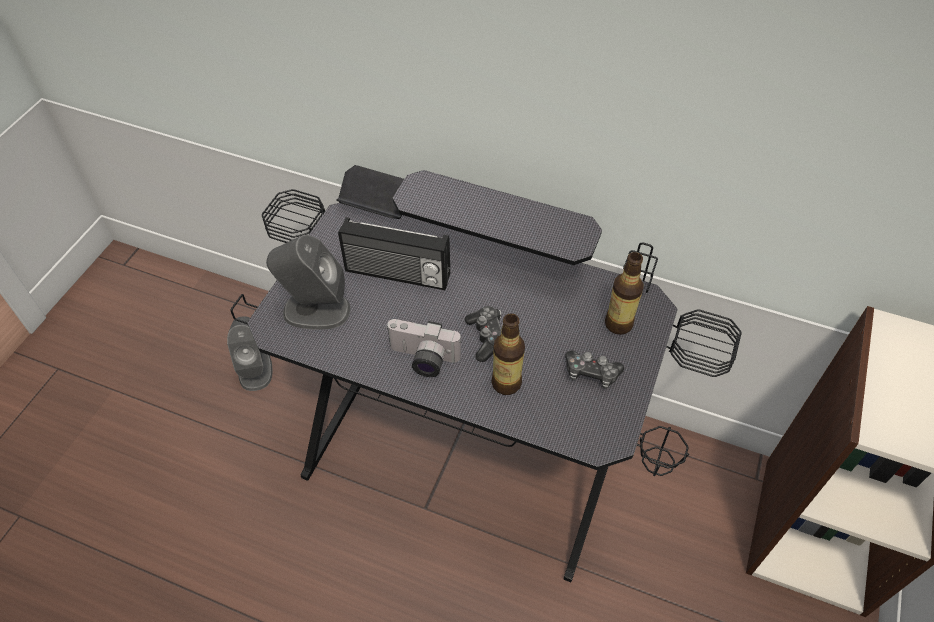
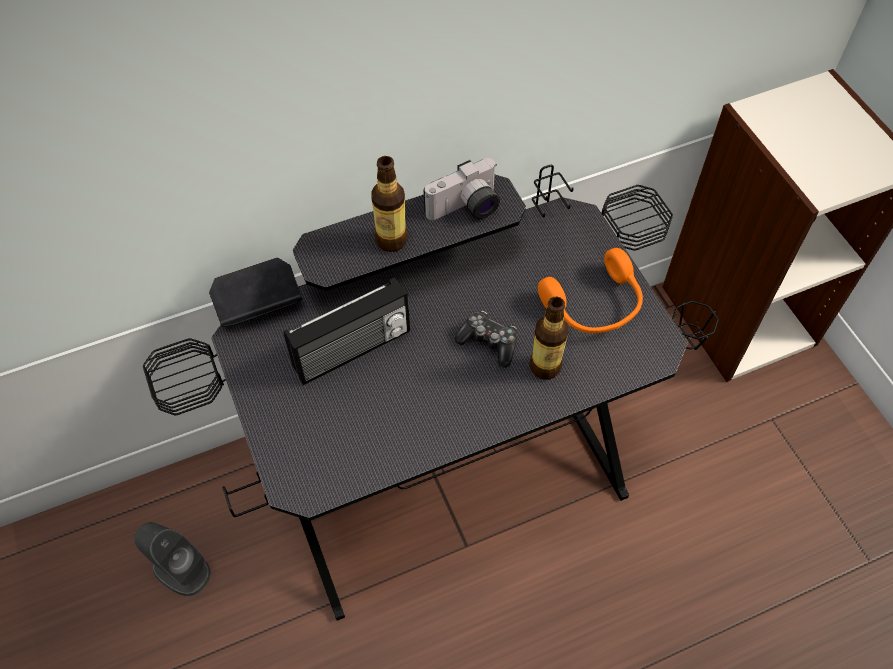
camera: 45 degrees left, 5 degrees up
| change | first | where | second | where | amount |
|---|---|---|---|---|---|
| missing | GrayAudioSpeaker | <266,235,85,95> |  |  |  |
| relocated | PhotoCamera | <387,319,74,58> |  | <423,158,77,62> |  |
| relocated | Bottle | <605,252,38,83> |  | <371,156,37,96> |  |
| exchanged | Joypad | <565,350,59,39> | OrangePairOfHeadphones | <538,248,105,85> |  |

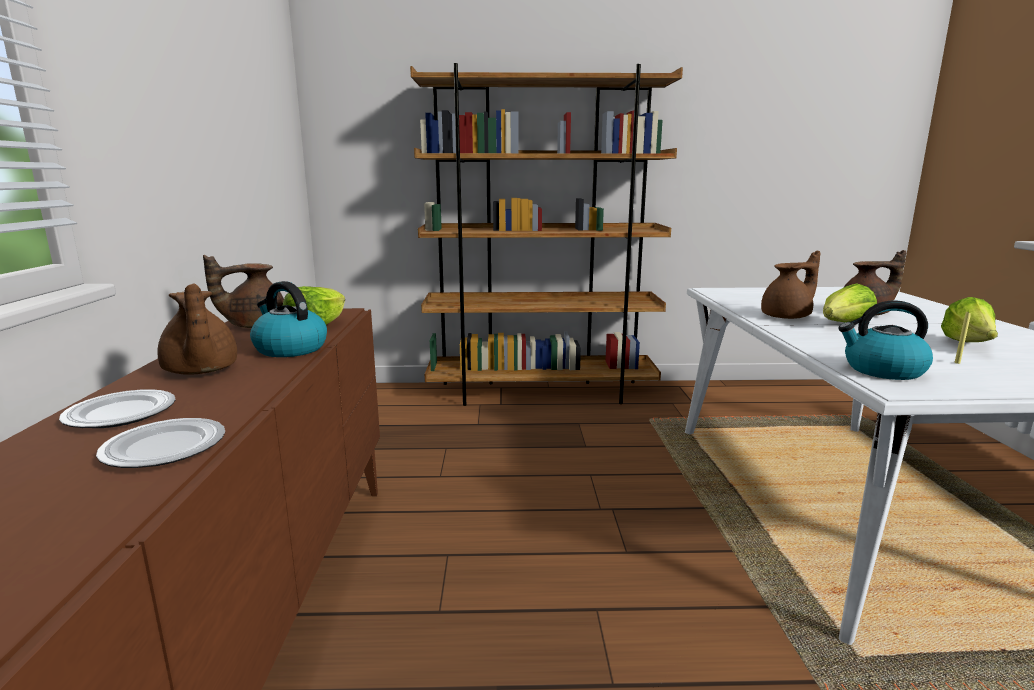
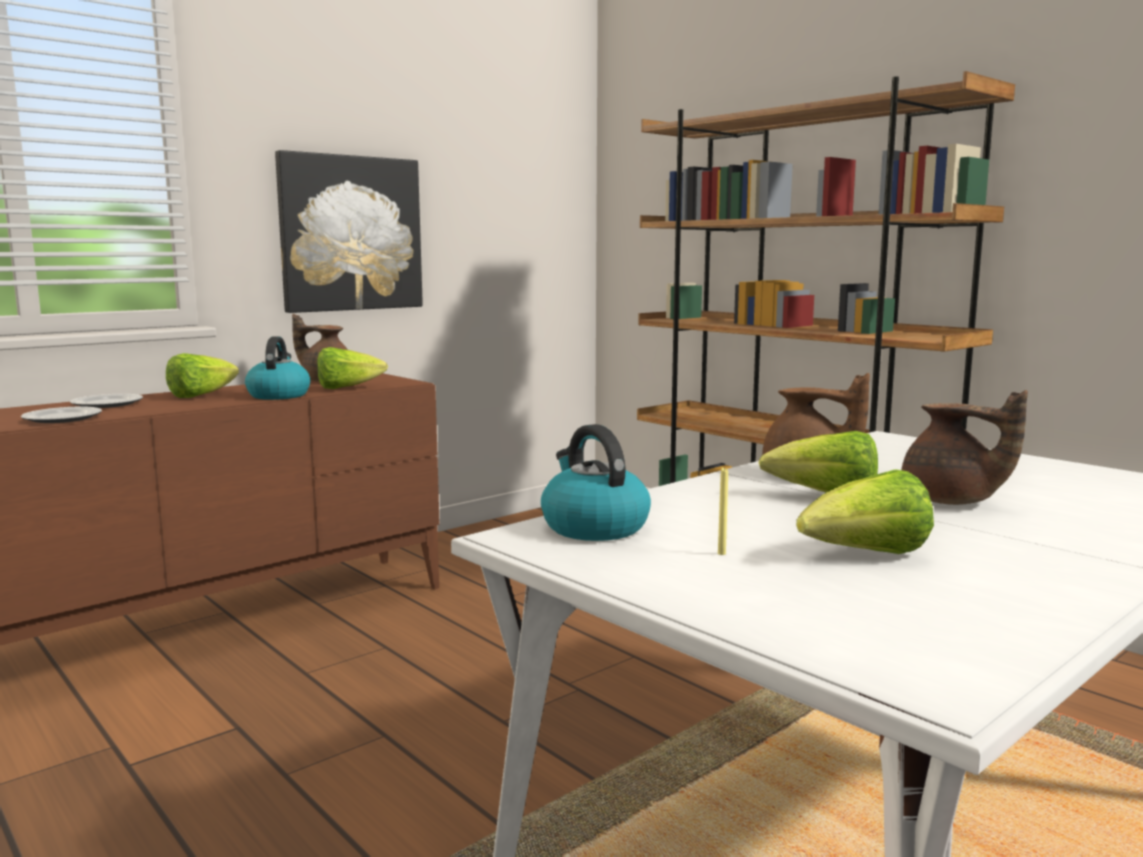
camera: 50 degrees right, 5 degrees down
| change | first | where | second | where | amount |
|---|---|---|---|---|---|
| appeared |  |  | Picture | <275,150,148,163> |  |
| exchanged | BrownTeaPot | <157,283,80,92> | HeadOfLettuce | <166,353,73,45> |  |

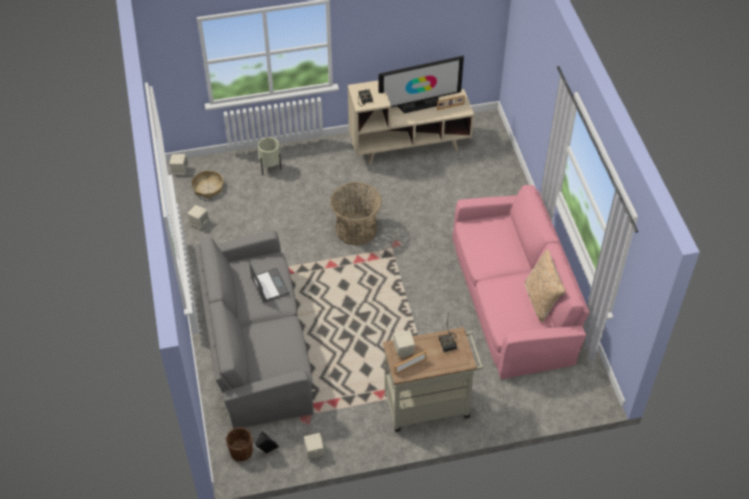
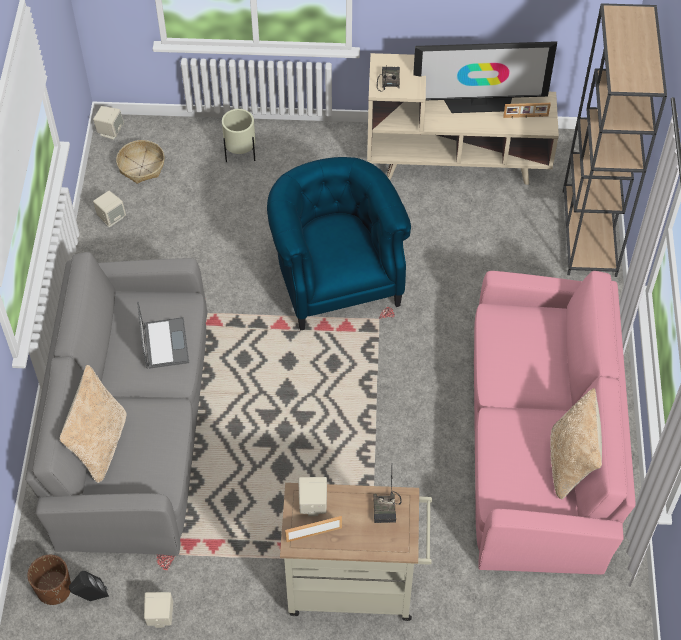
camera: 15 degrees right, 5 degrees up
| change | first | where | second | where | amount |
|---|---|---|---|---|---|
| appeared |  |  | BeigeThrowPillow | <60,365,67,118> |  |
| appeared |  |  | Bookshelf | <563,3,104,274> |  |
| exchanged | Basket | <330,182,52,64> | BlueColouredEasyChair | <267,157,144,174> |  |

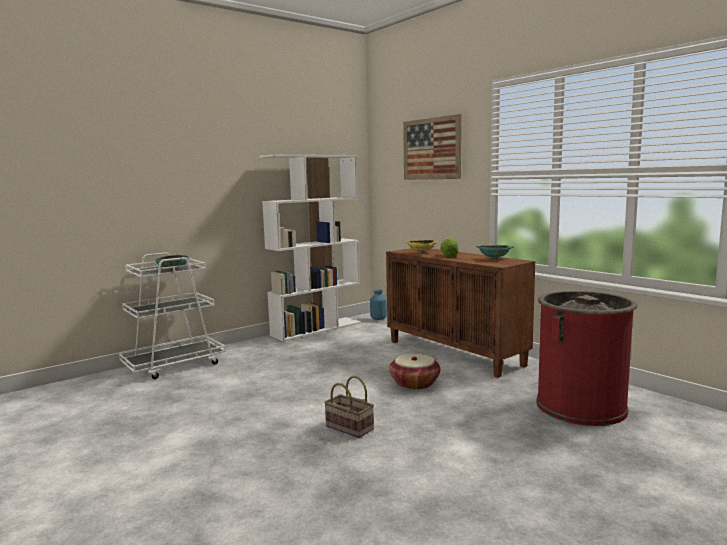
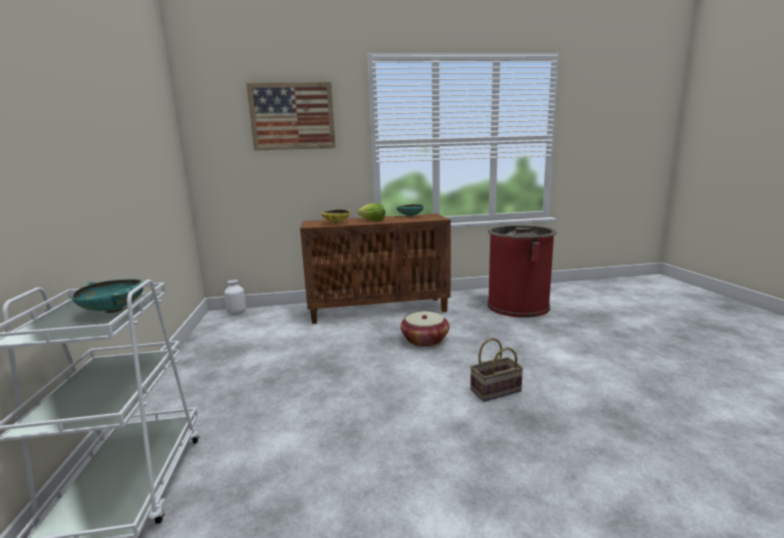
camera: 60 degrees left, 5 degrees up
| change | first | where | second | where | amount |
|---|---|---|---|---|---|
| missing | WhiteColouredBookshelf | <260,154,101,188> |  |  |  |
| colour | BlueColouredVase | <370,290,17,30> | WhiteColouredVase | <224,280,22,35> |  |

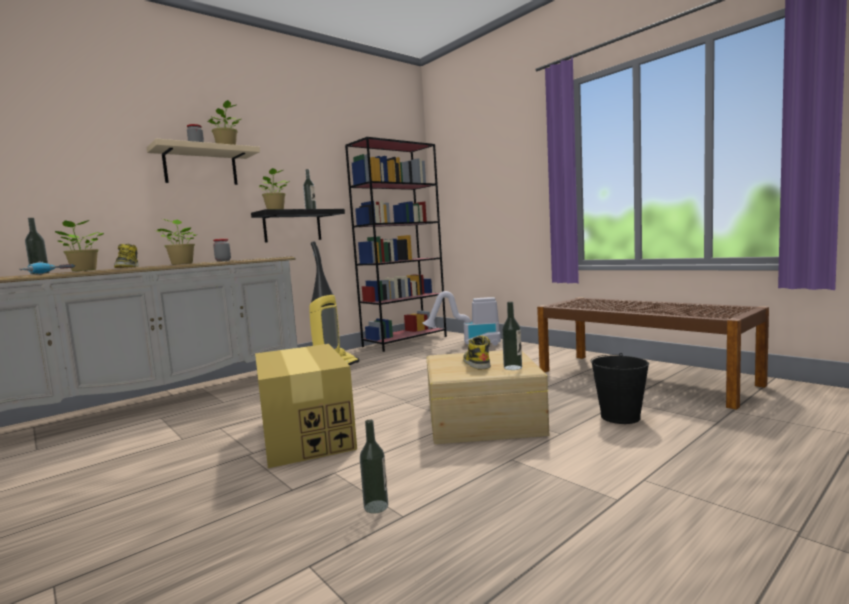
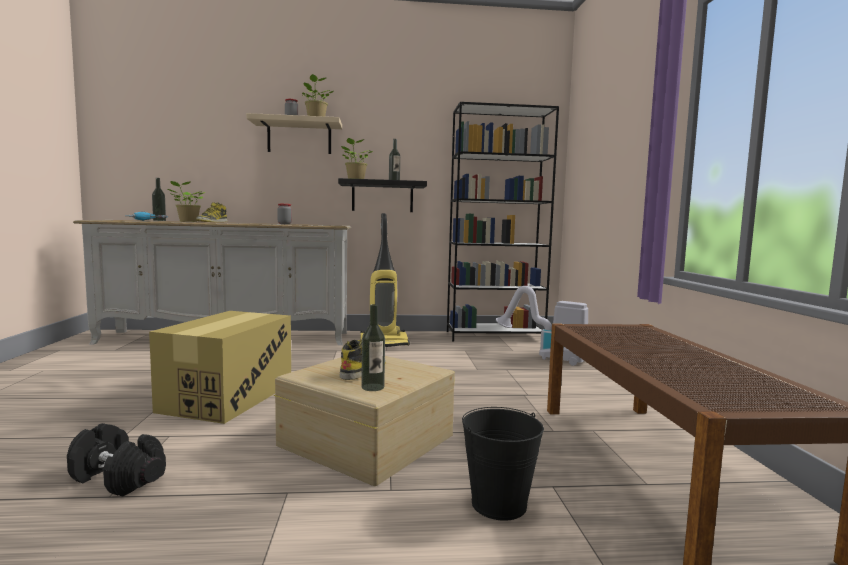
camera: 35 degrees right, 0 degrees up
| change | first | where | second | where | amount |
|---|---|---|---|---|---|
| missing | PottedPlant | <157,219,41,45> |  |  |  |
| exchanged | Bottle | <360,419,28,95> | BlackFreeWeight | <67,423,99,74> |  |
| colour | ReddishBookshelf | <345,137,102,215> | WhiteColouredBookshelf | <447,102,112,239> |  |

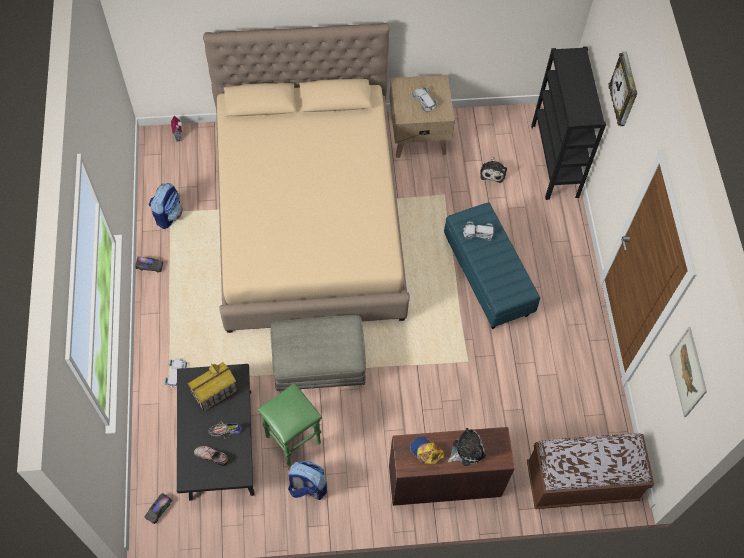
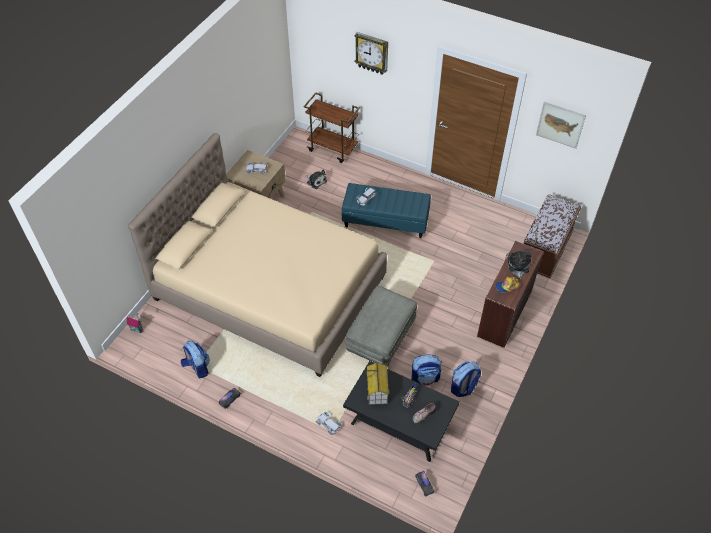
camera: 55 degrees left, 10 degrees down
| change | first | where | second | where | amount |
|---|---|---|---|---|---|
| exchanged | GreenSittingStool | <258,383,64,83> | Backpack | <411,355,31,31> |  |
| exchanged | BlackBookshelf | <531,46,75,154> | BrownTrolley | <304,92,56,71> |  |

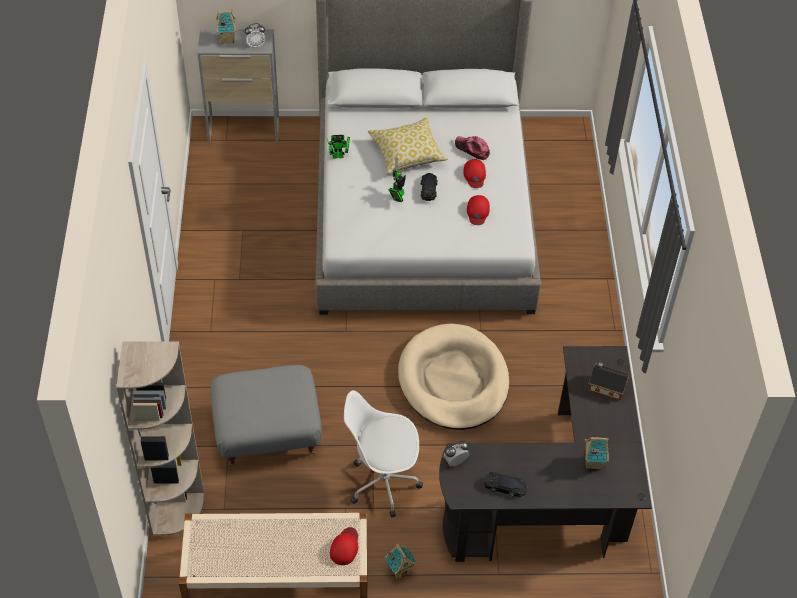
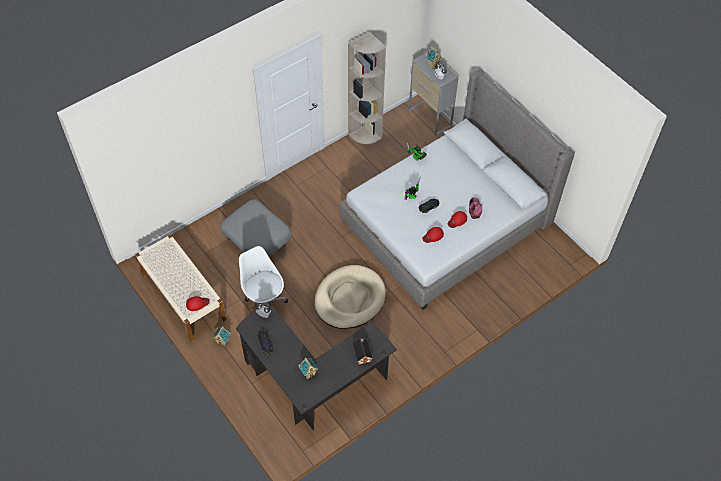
camera: 55 degrees right, 5 degrees up
| change | first | where | second | where | amount |
|---|---|---|---|---|---|
| missing | ThrowPillow | <368,117,80,57> |  |  |  |
| relocated | BeigeBookshelf | <116,341,88,194> |  | <348,32,38,112> |  |

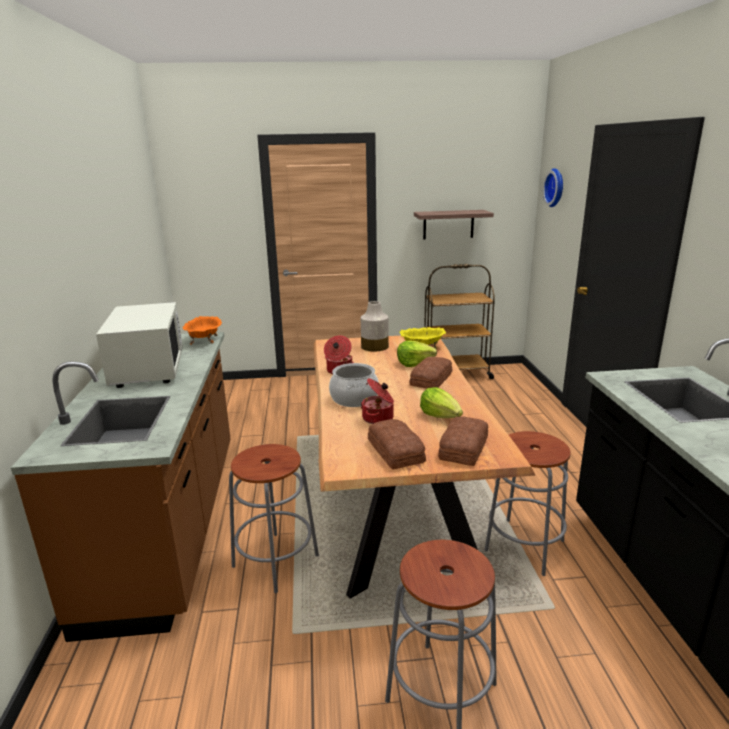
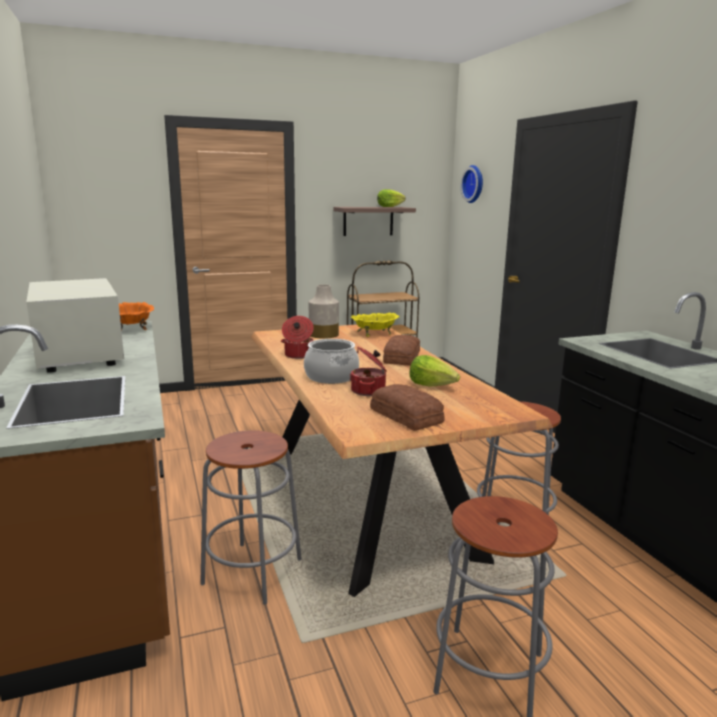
camera: 15 degrees left, 5 degrees down
| change | first | where | second | where | amount |
|---|---|---|---|---|---|
| missing | BakeryBread | <438,416,50,50> |  |  |  |
| relocated | HeadOfLettuce | <397,341,40,26> |  | <377,189,29,18> |  |

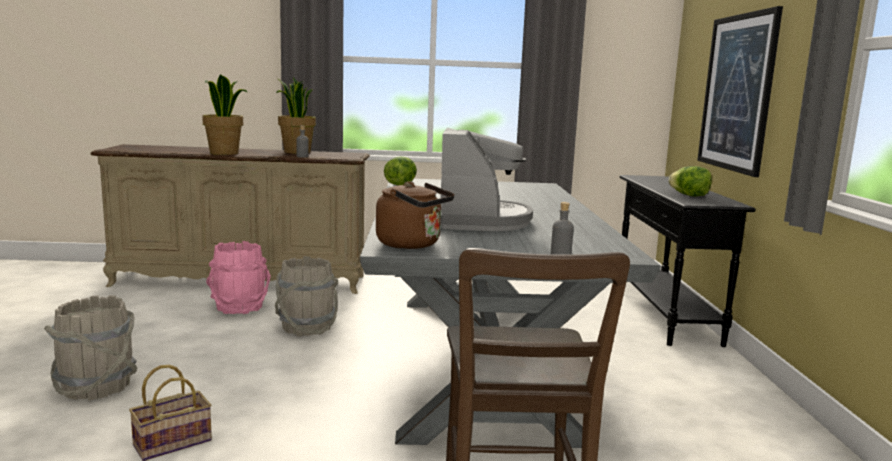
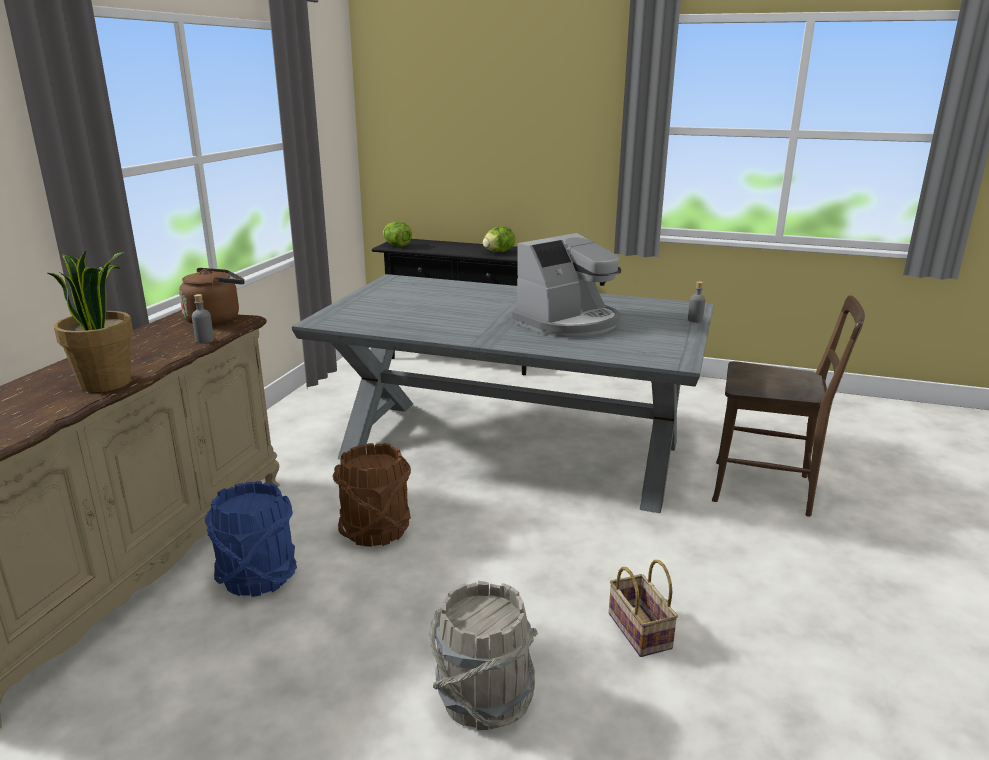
camera: 70 degrees left, 10 degrees up
| change | first | where | second | where | amount |
|---|---|---|---|---|---|
| missing | PottedPlant | <276,77,40,77> |  |  |  |
| missing | Picture | <697,6,86,171> |  |  |  |
| relocated | BrownWaterKettle | <376,181,78,68> |  | <179,268,66,57> |  |
| relocated | HeadOfLettuce | <384,156,33,29> |  | <383,221,29,26> |  |
| colour | PinkishPail | <206,241,65,73> | BlueColouredPail | <204,481,93,116> |  |
| colour | GrayPail | <275,256,64,80> | BrownPail | <333,443,78,104> |  |
| spun | CoffeeMachine | <441,128,92,103> |  | <512,233,109,104> | 120 degrees clockwise |

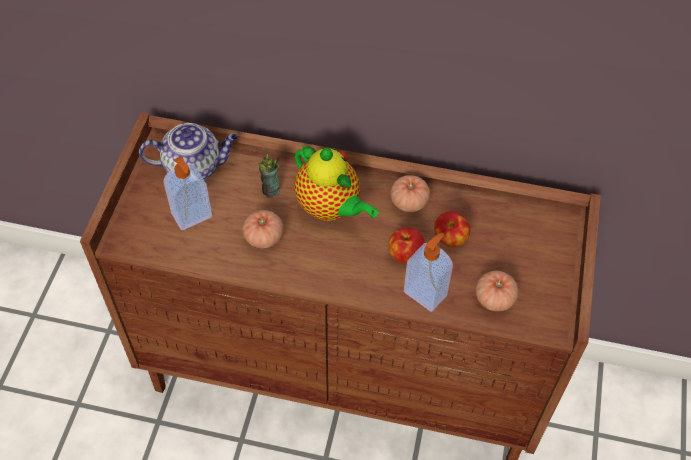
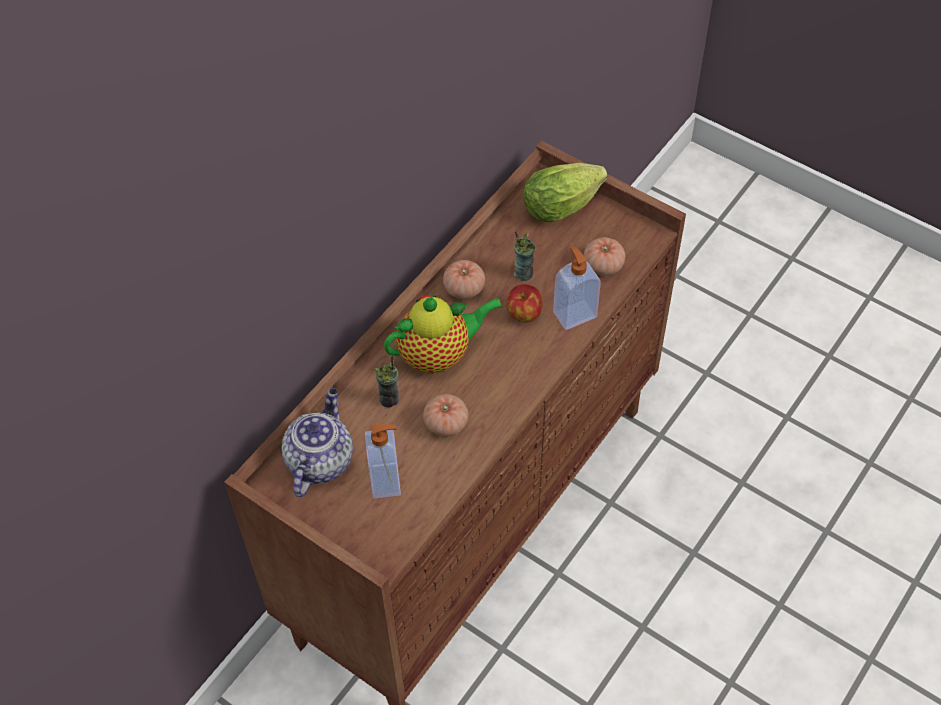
camera: 65 degrees left, 0 degrees up
| change | first | where | second | where | amount |
|---|---|---|---|---|---|
| appeared |  |  | HeadOfLettuce | <523,163,85,59> |  |
| exchanged | AppleFruit | <434,211,37,36> | Cup | <514,231,21,50> |  |

